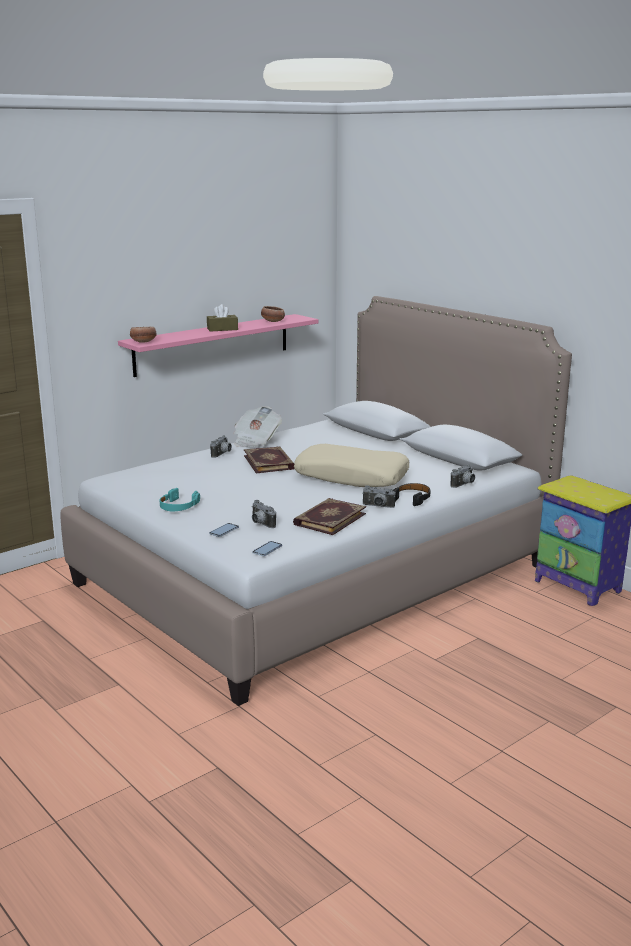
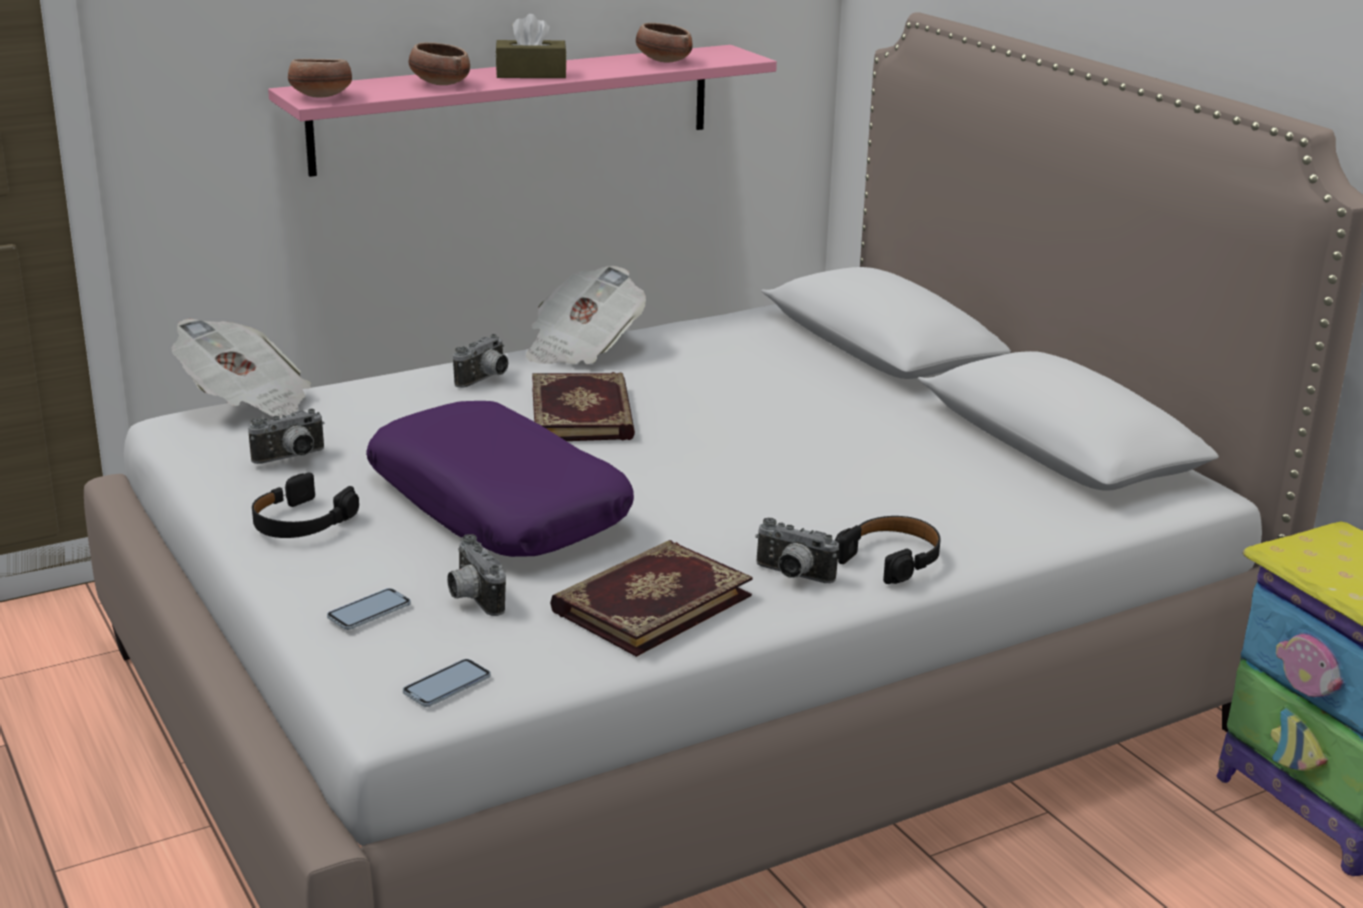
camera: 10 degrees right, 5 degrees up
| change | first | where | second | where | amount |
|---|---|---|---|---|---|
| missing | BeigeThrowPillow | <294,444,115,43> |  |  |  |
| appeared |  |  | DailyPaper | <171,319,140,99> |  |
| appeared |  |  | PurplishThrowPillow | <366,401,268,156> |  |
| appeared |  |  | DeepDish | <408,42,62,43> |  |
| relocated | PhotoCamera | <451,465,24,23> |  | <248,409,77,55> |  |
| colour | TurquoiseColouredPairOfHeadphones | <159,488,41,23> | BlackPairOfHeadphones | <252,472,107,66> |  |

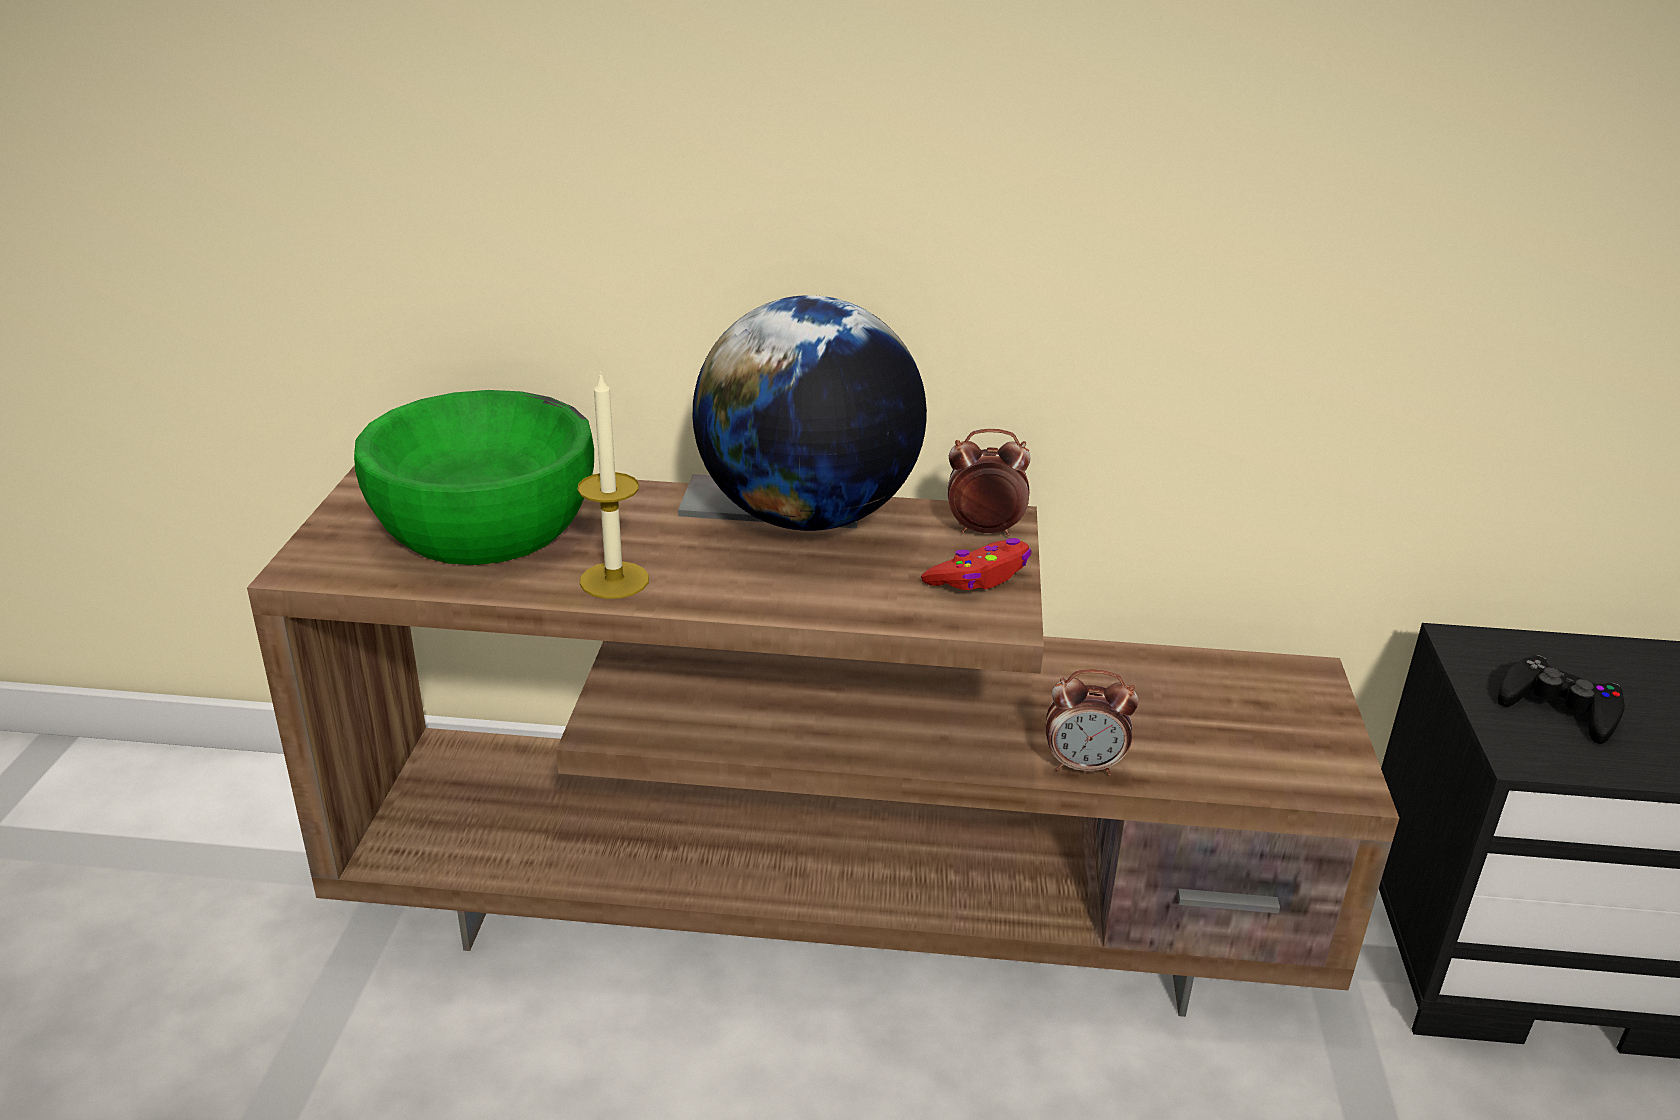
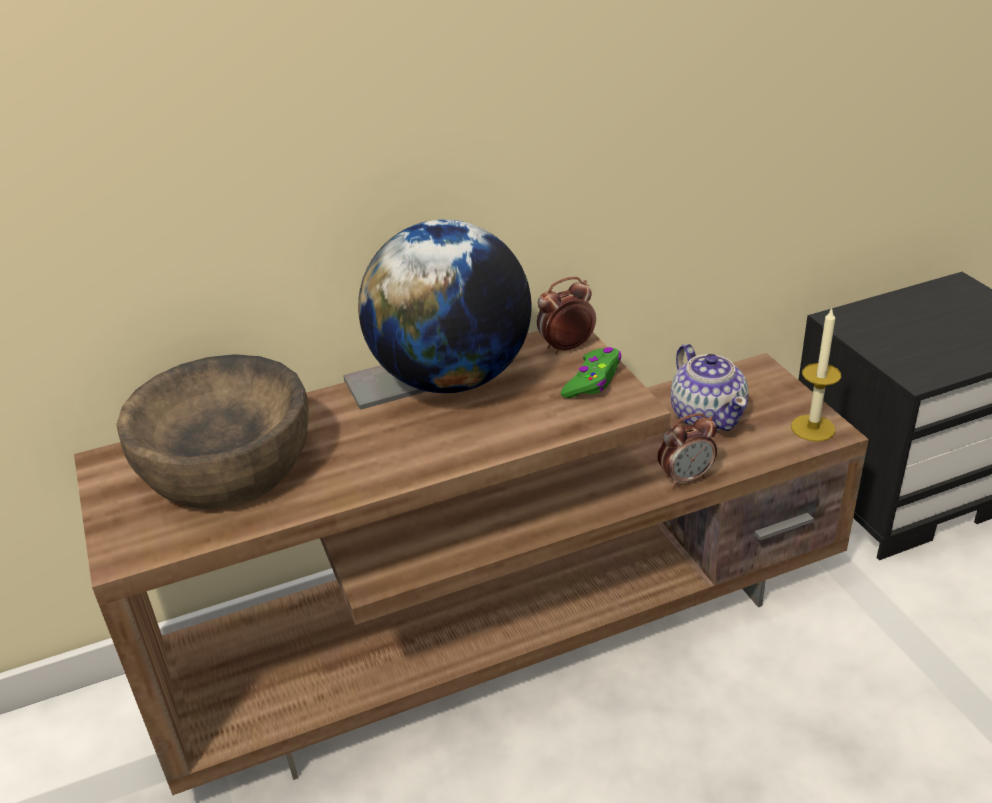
camera: 25 degrees left, 5 degrees up
| change | first | where | second | where | amount |
|---|---|---|---|---|---|
| missing | BlackJoypad | <1497,655,128,89> |  |  |  |
| appeared |  |  | TeaPot | <671,344,77,87> |  |
| relocated | Candle | <577,371,72,228> |  | <791,308,50,134> |  |
| colour | GreenDeepDish | <354,390,240,175> | BrownDeepDish | <116,354,193,156> |  |
| colour | ReddishJoypad | <921,538,111,52> | GreenJoypad | <561,347,60,51> |  |

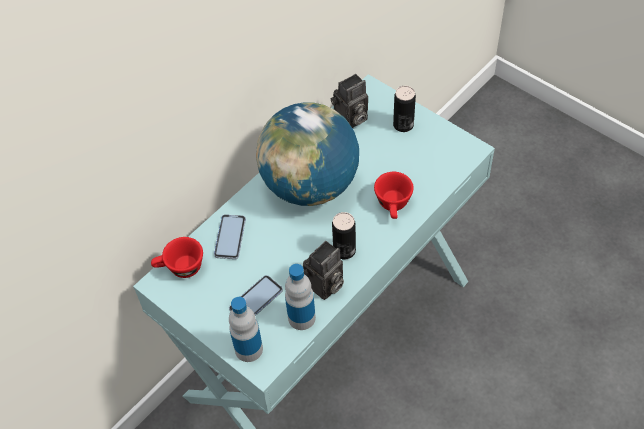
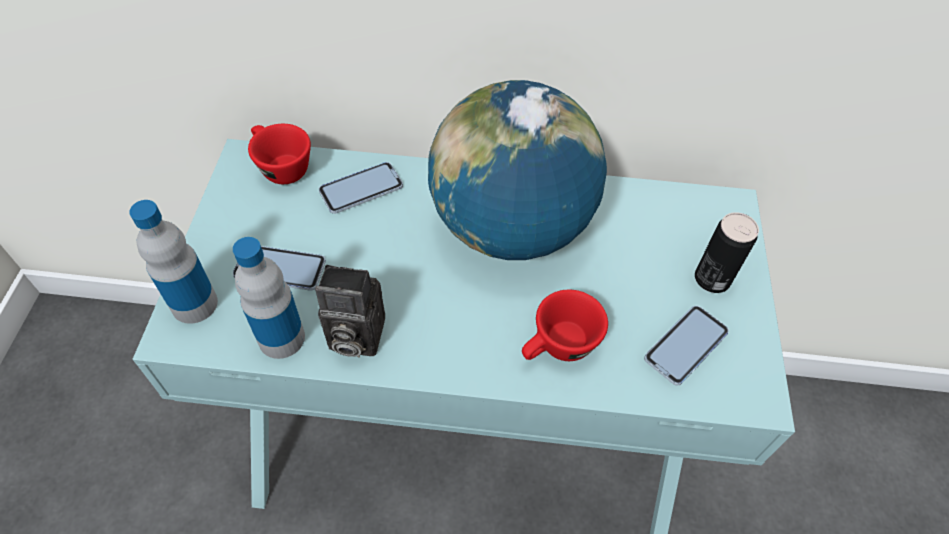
camera: 50 degrees right, 0 degrees up
| change | first | where | second | where | amount |
|---|---|---|---|---|---|
| missing | PhotoCamera | <331,74,37,54> |  |  |  |
| missing | SealedCan | <332,212,24,47> |  |  |  |
| appeared |  |  | Phone | <644,306,85,79> |  |

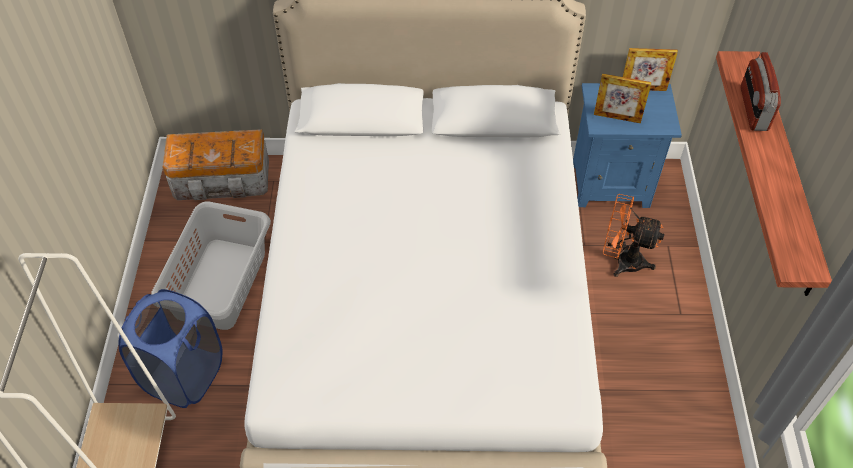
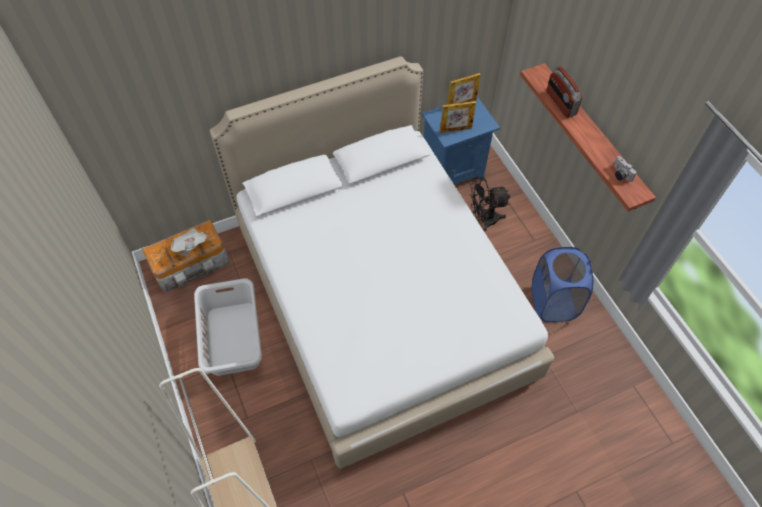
camera: 25 degrees left, 5 degrees up
| change | first | where | second | where | amount |
|---|---|---|---|---|---|
| appeared |  |  | DailyPaper | <171,229,36,23> |  |
| appeared |  |  | PhotoCamera | <613,156,24,26> |  |
| relocated | BlueColouredHamper | <119,289,103,119> |  | <532,247,61,75> |  |
| colour | OrangeElectricFan | <603,194,61,83> | BlackElectricFan | <470,177,40,55> |  |

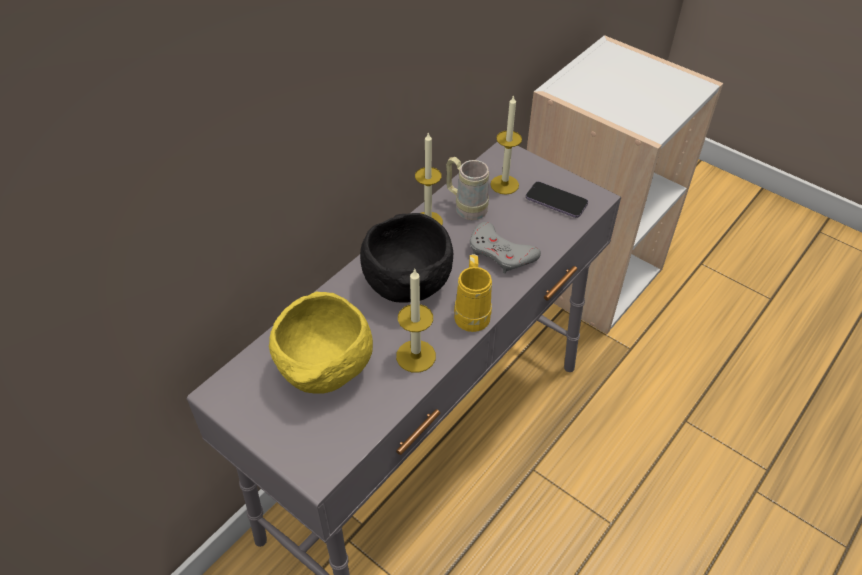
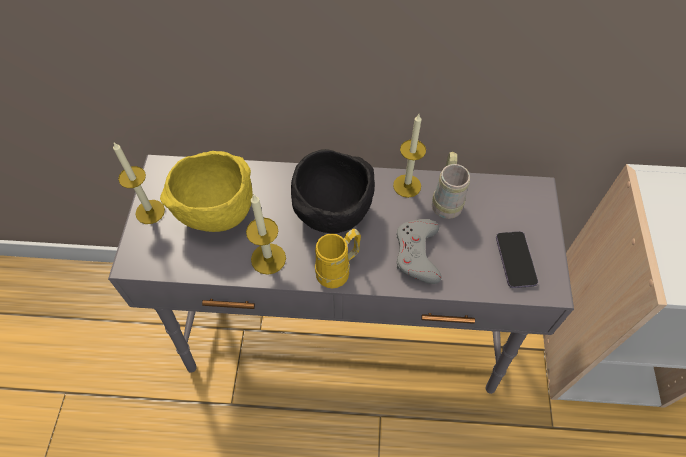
camera: 55 degrees right, 10 degrees up
| change | first | where | second | where | amount |
|---|---|---|---|---|---|
| relocated | Candle | <490,95,32,100> |  | <113,143,52,81> |  |

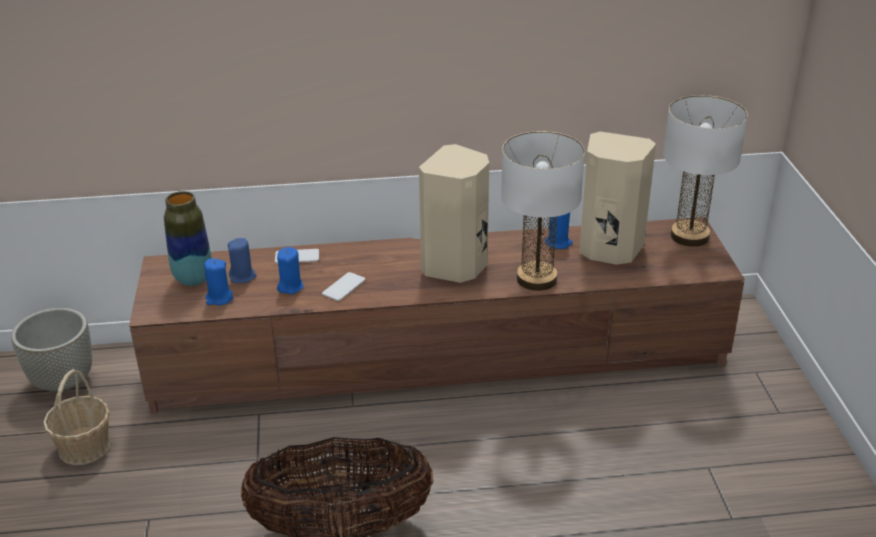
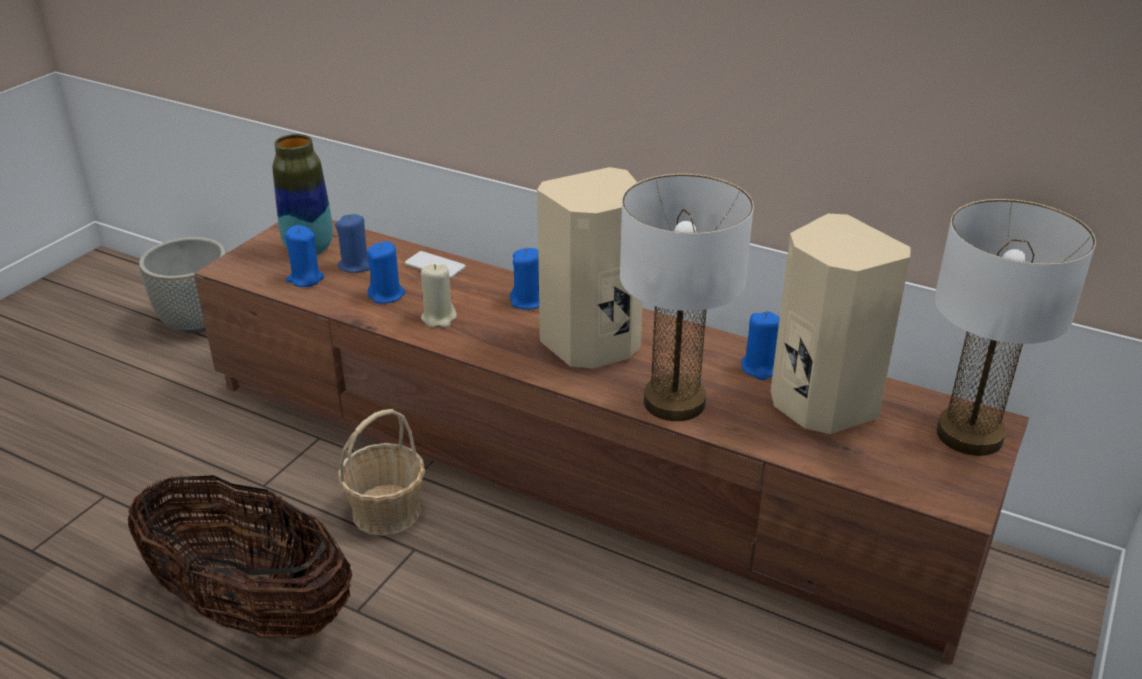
camera: 35 degrees right, 0 degrees up
| change | first | where | second | where | amount |
|---|---|---|---|---|---|
| appeared |  |  | BlueColouredCandle | <510,248,29,62> |  |
| relocated | Basket | <43,369,68,96> |  | <338,409,87,127> |  |
| exchanged | Phone | <322,272,43,29> | BeigeCandle | <421,264,36,63> |  |

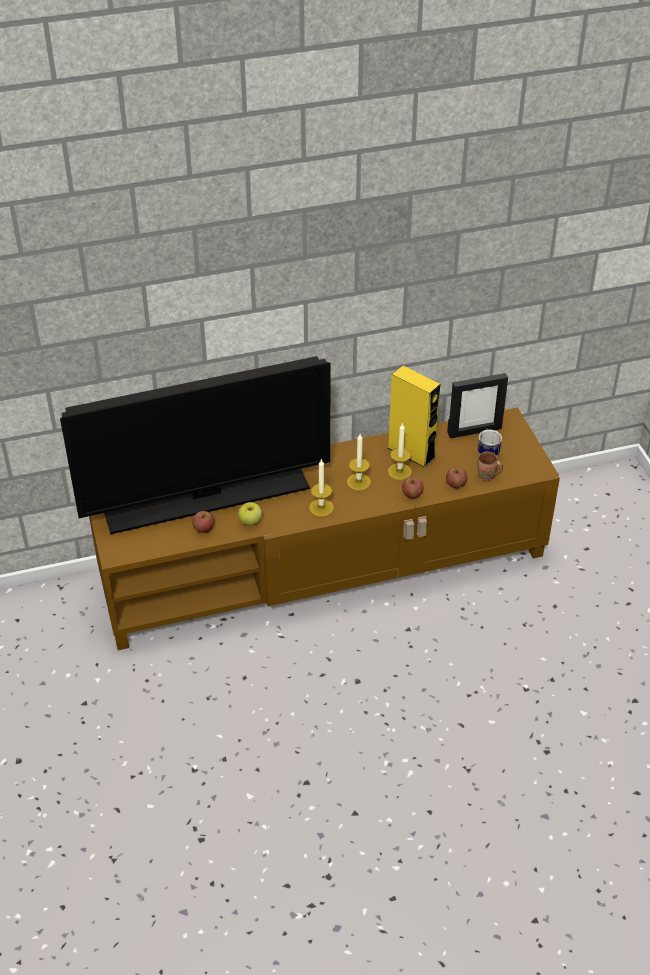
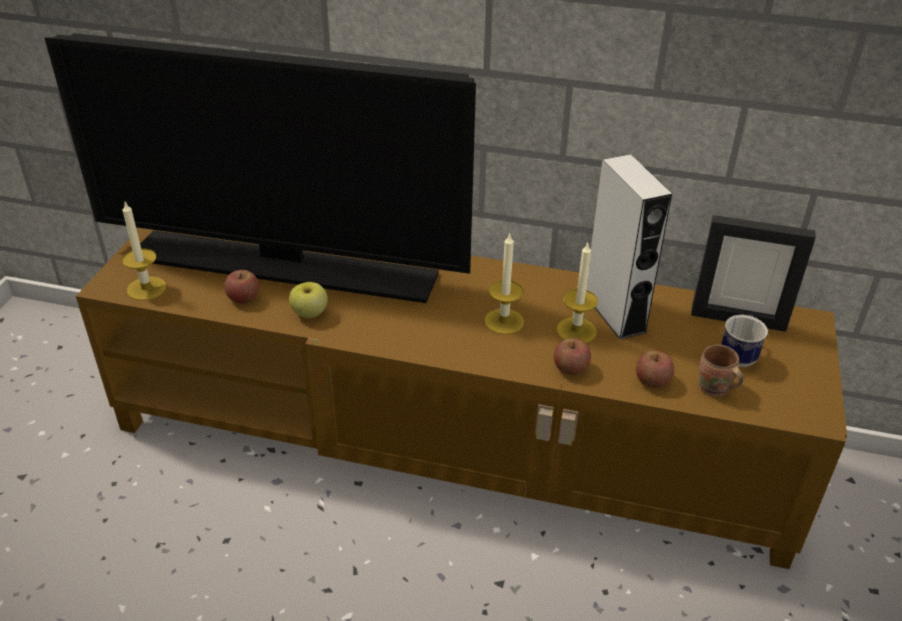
camera: 30 degrees right, 5 degrees down
| change | first | where | second | where | amount |
|---|---|---|---|---|---|
| relocated | Candle | <309,459,25,58> |  | <122,202,44,99> |  |
| colour | YellowAudioSpeaker | <388,366,52,102> | GrayAudioSpeaker | <586,154,86,186> |  |

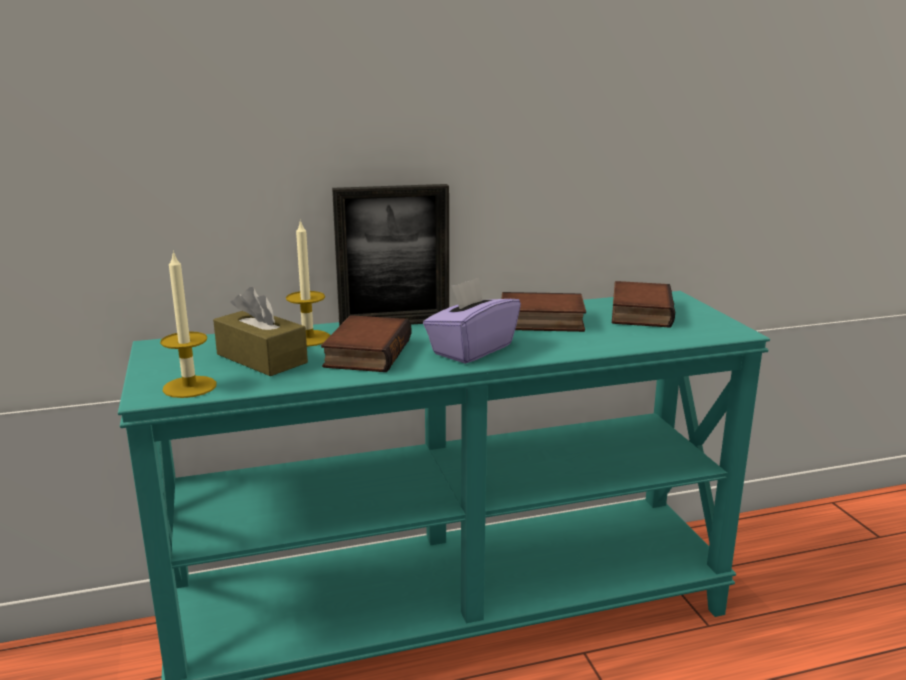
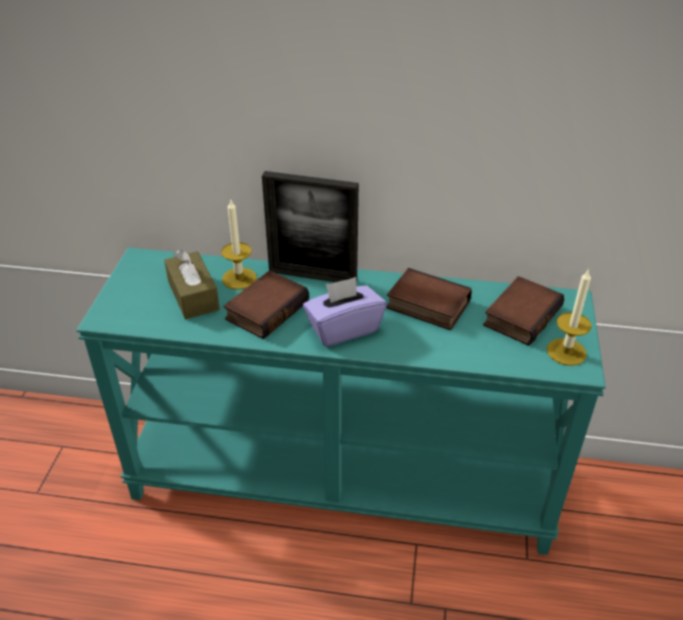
camera: 25 degrees right, 20 degrees up
| change | first | where | second | where | amount |
|---|---|---|---|---|---|
| relocated | Candle | <160,250,56,148> |  | <547,269,45,97> |  |

